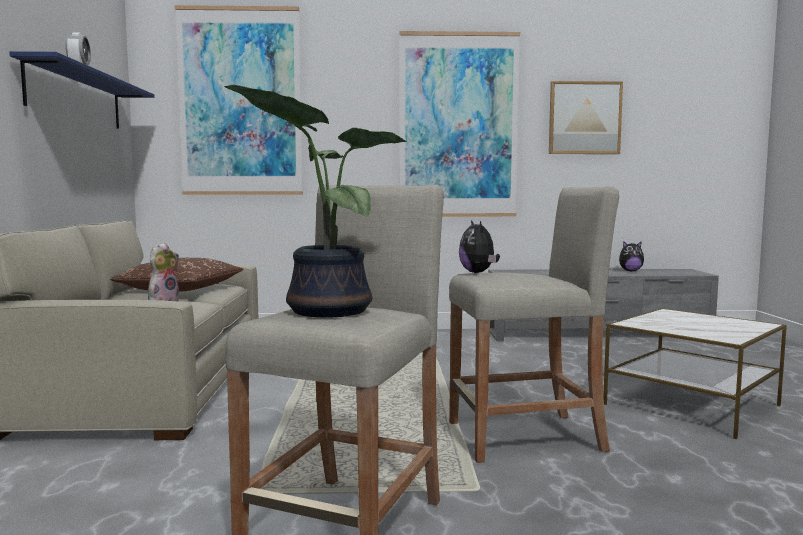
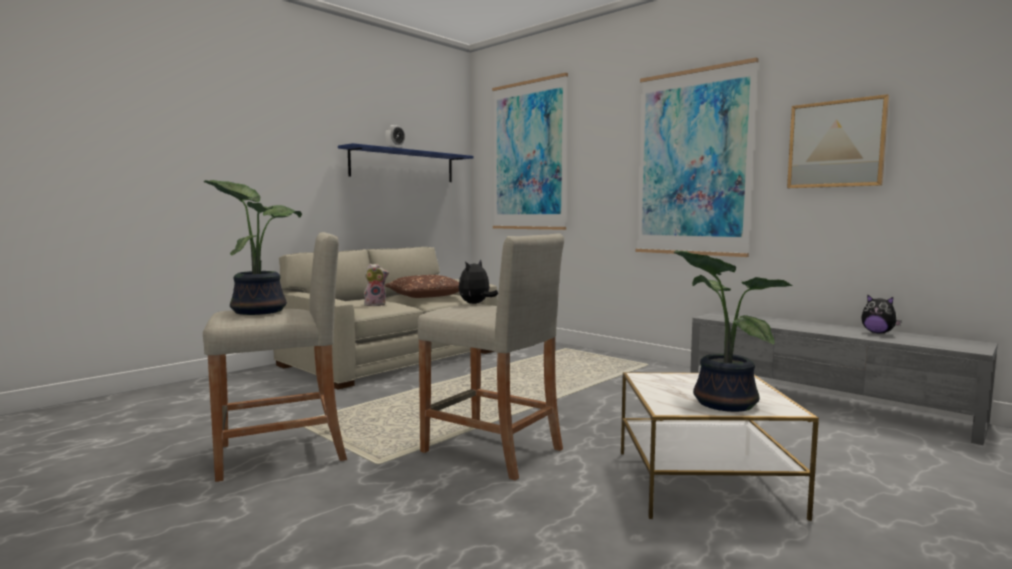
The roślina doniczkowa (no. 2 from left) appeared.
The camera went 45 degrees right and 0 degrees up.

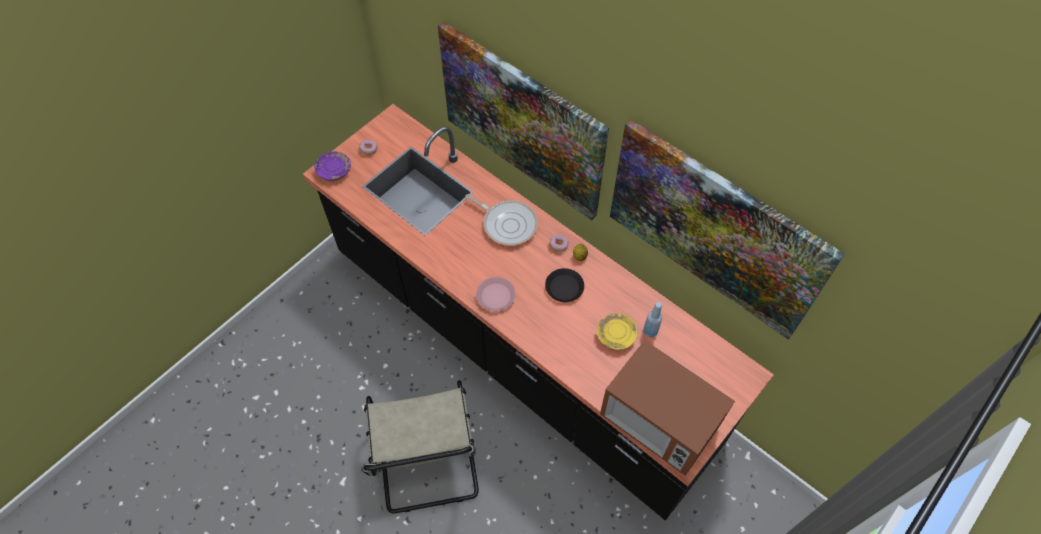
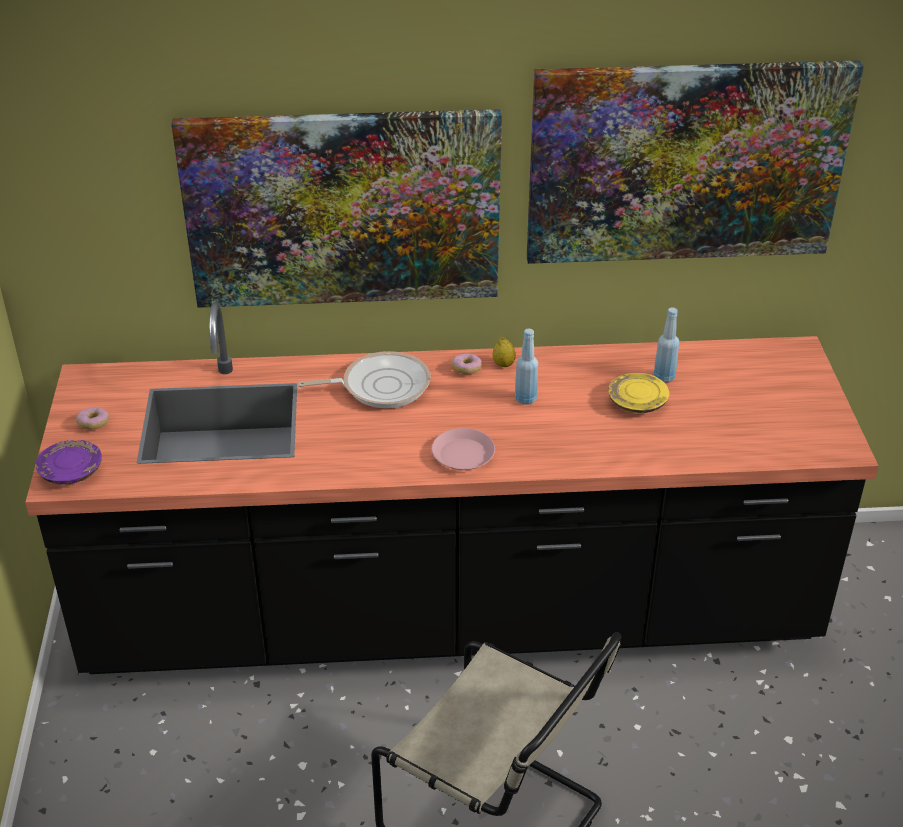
The talerz (czarny) was replaced by the butelka (niebieski) (no. 1 from left).
The mikrofalówka disappeared.
The camera went 45 degrees left and 20 degrees down.

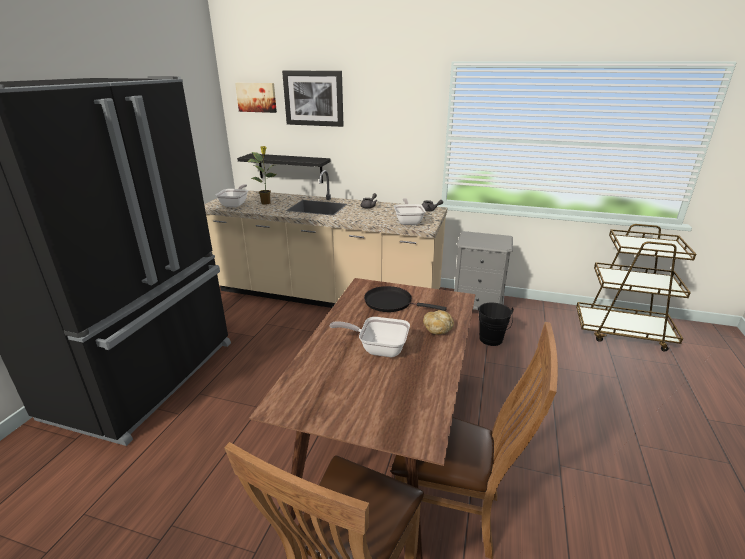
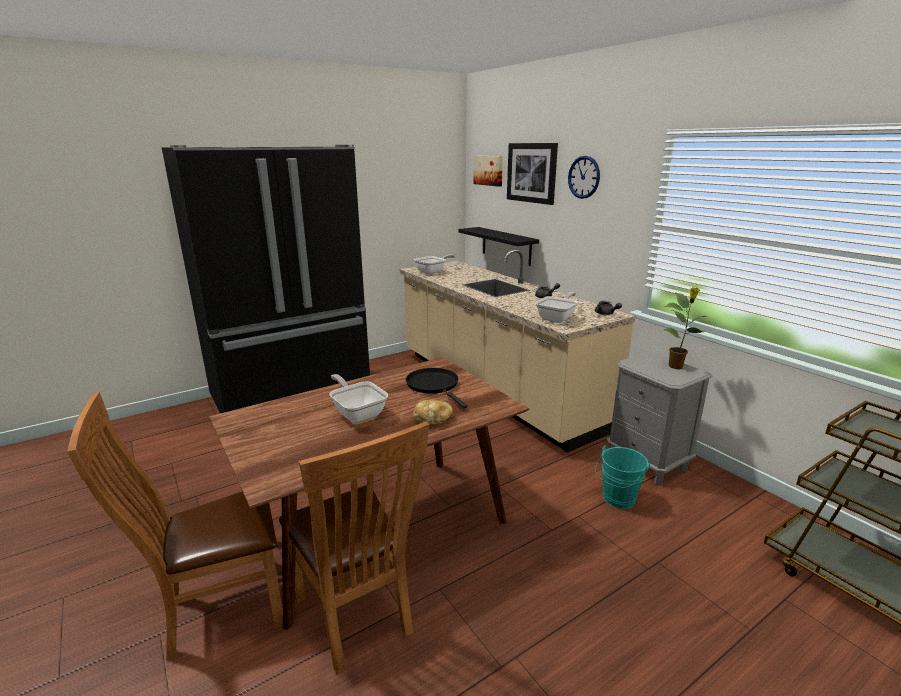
The roślina doniczkowa moved.
The wiadro (czarny) became the wiadro (turkusowy).
The zegar ścienny appeared.
The camera went 40 degrees right and 5 degrees down.

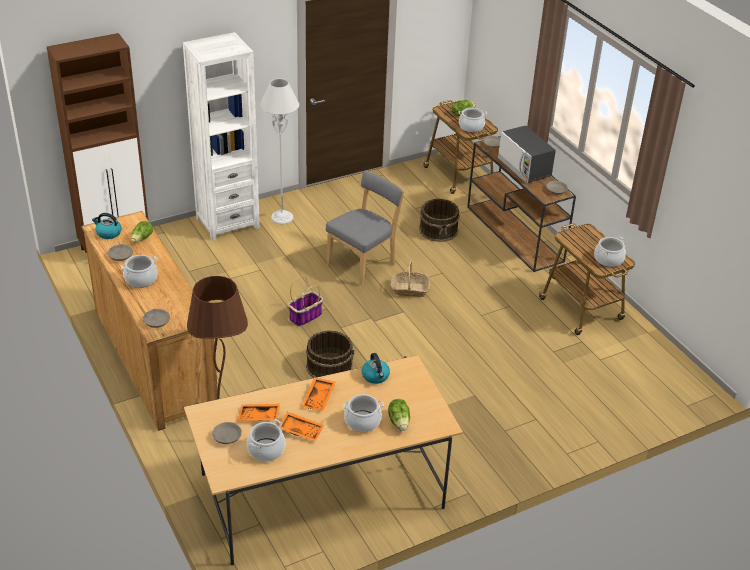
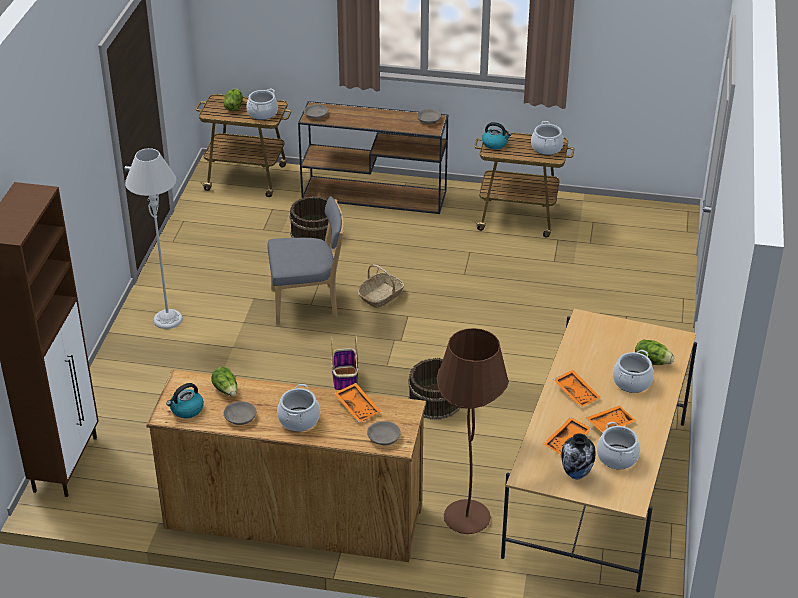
The regał (biały) disappeared.
The miska (szary) (no. 3 from left) was replaced by the wazon.
The krzesło (szary) turned 90 degrees clockwise.
The czajnik (no. 2 from left) moved.
The mikrofalówka disappeared.
The taca (pomarańczowy) (no. 1 from left) appeared.
The camera went 50 degrees left and 0 degrees up.

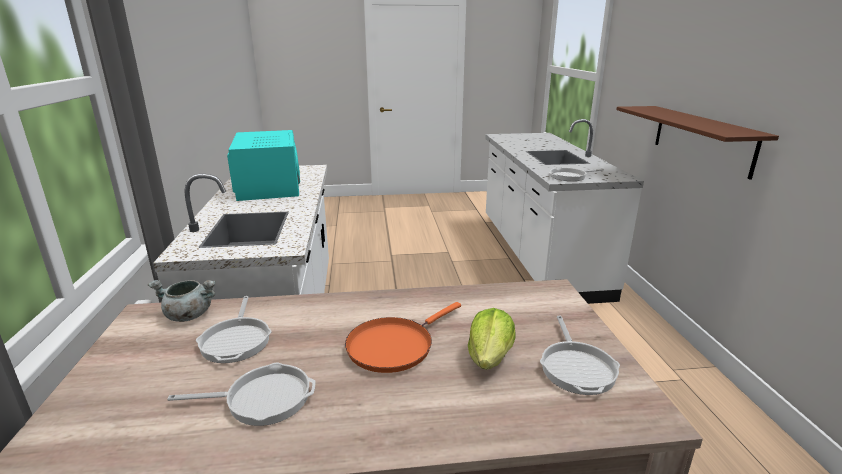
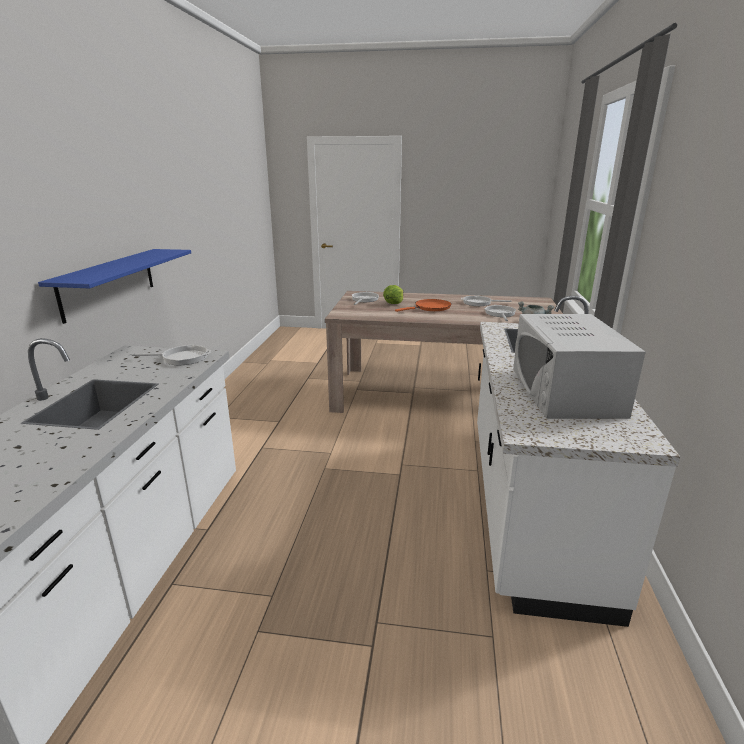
The mikrofalówka (turkusowy) became the mikrofalówka (biały).
The półka (brązowy) became the półka (niebieski).
The camera went 165 degrees left and 0 degrees up.

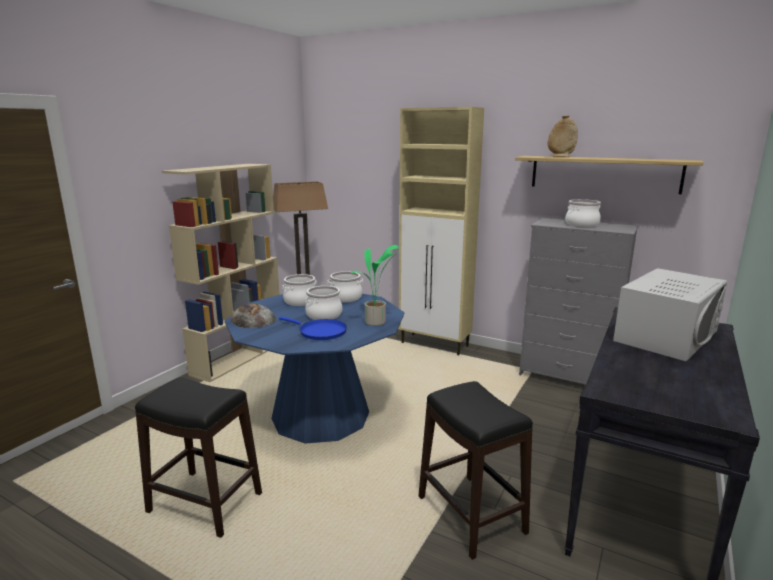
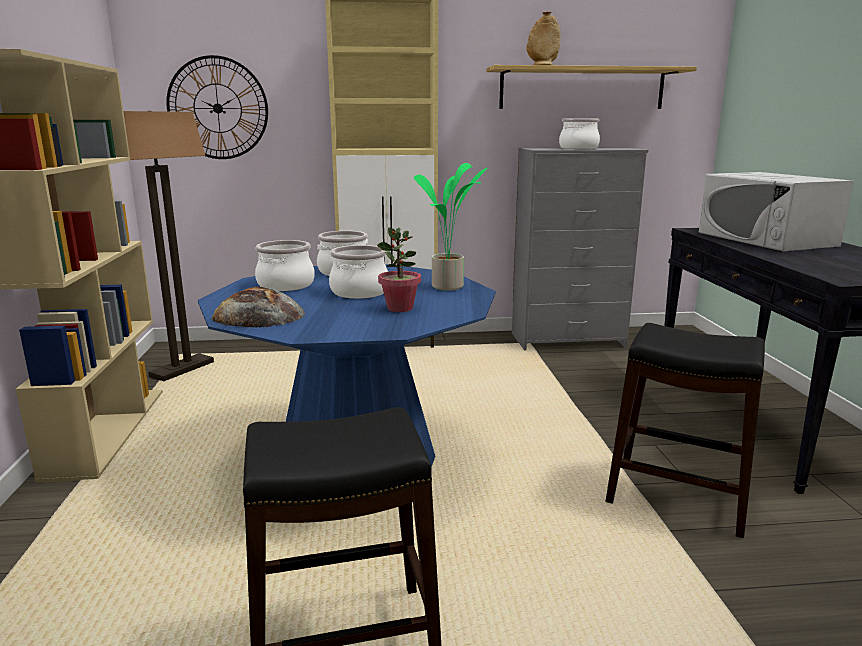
The patelnia (niebieski) was replaced by the roślina doniczkowa (no. 1 from left).
The mikrofalówka (biały) turned 150 degrees clockwise.
The zegar ścienny appeared.
The camera went 35 degrees left and 0 degrees up.

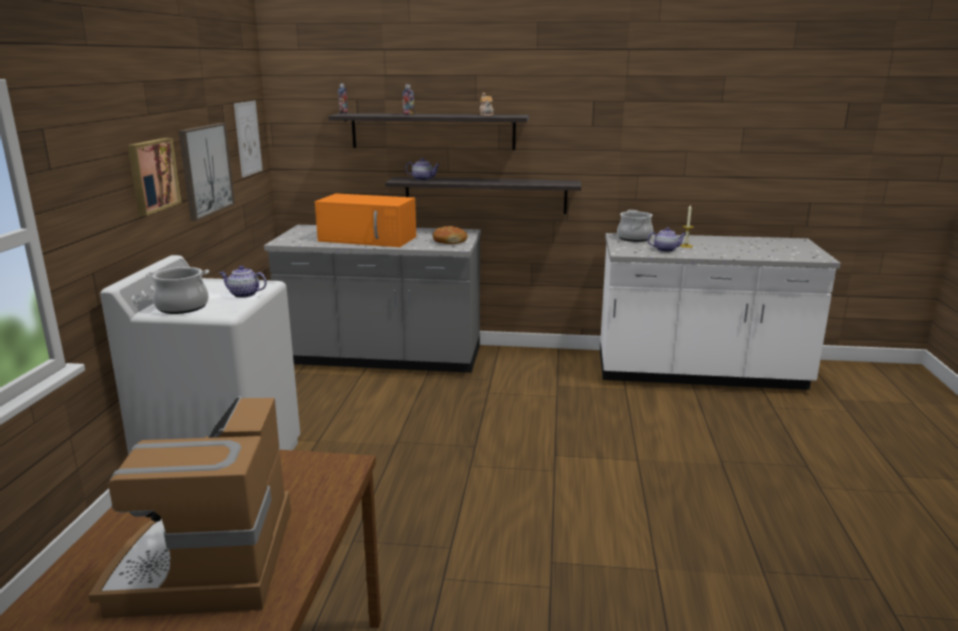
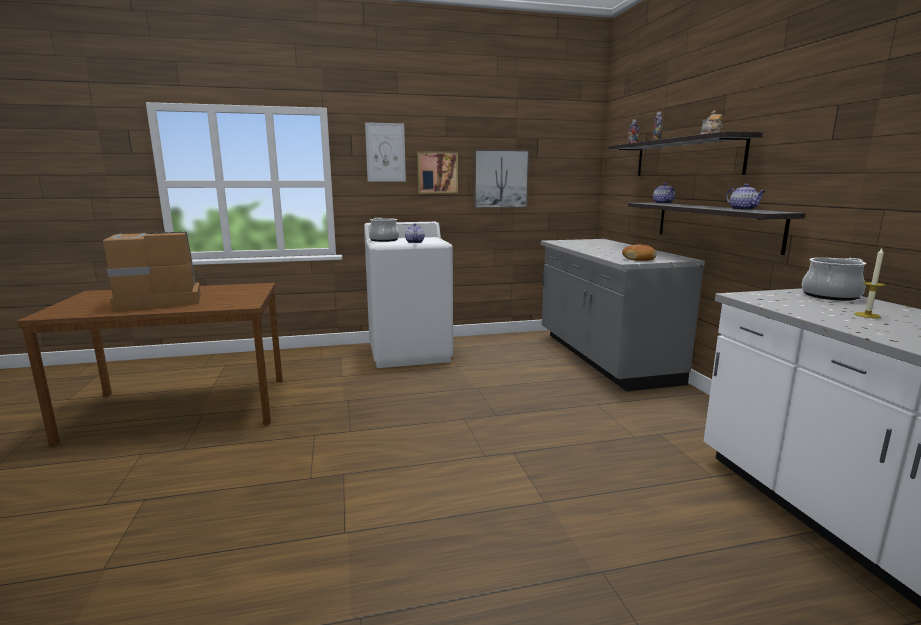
The obraz (no. 3 from left in the first image) moved.
The mikrofalówka (pomarańczowy) disappeared.
The imbryk (no. 4 from left) moved.
The camera went 70 degrees right and 5 degrees down.

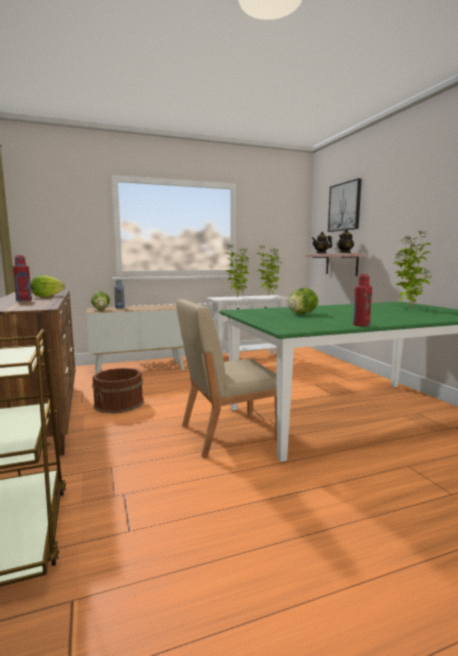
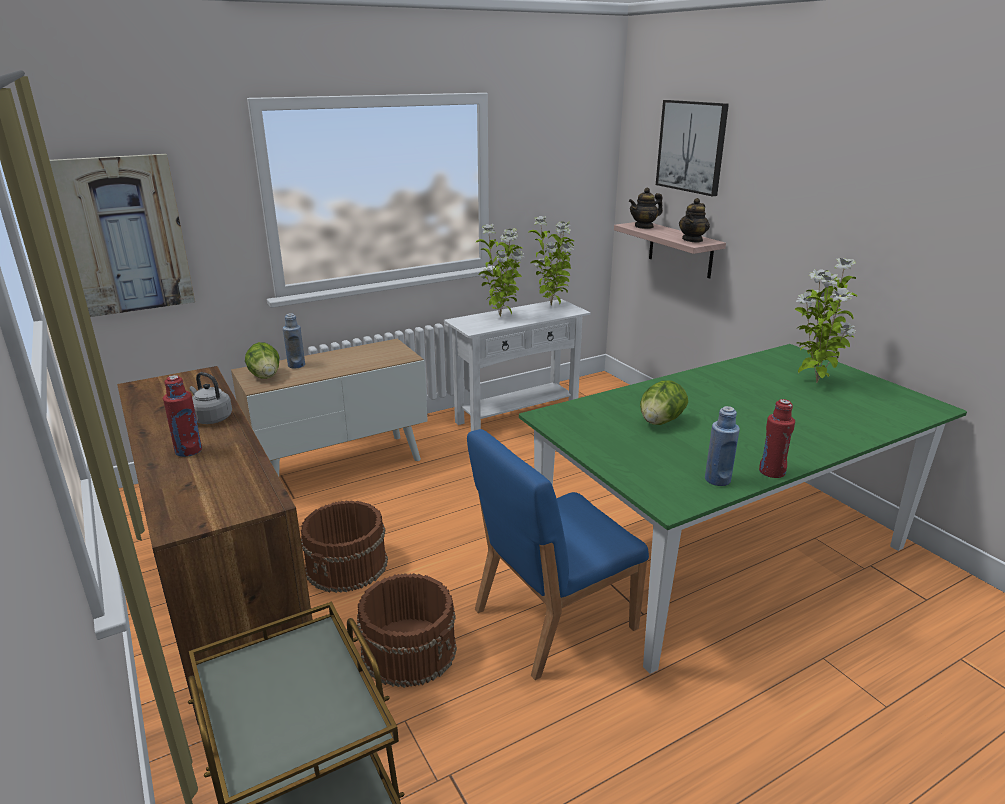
The sałata (no. 1 from left) was replaced by the czajnik (szary).
The krzesło (beżowy) became the krzesło (niebieski).
The obraz (no. 1 from left) appeared.
The wiadro (brązowy) (no. 2 from left) appeared.
The butelka (niebieski) (no. 2 from left) appeared.
The camera went 10 degrees left and 15 degrees up.

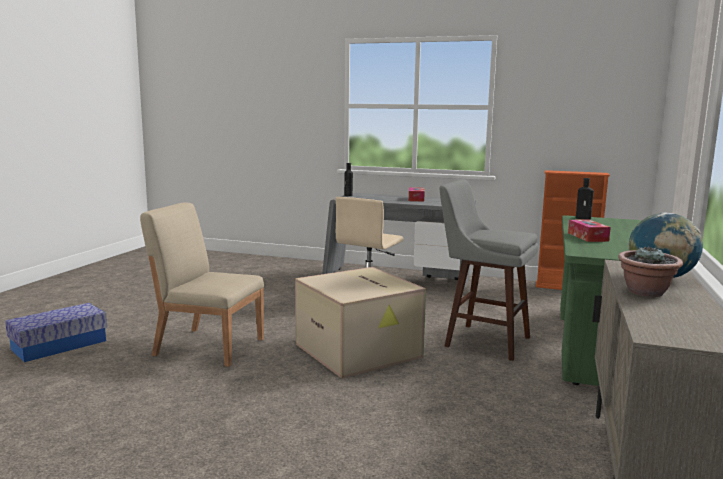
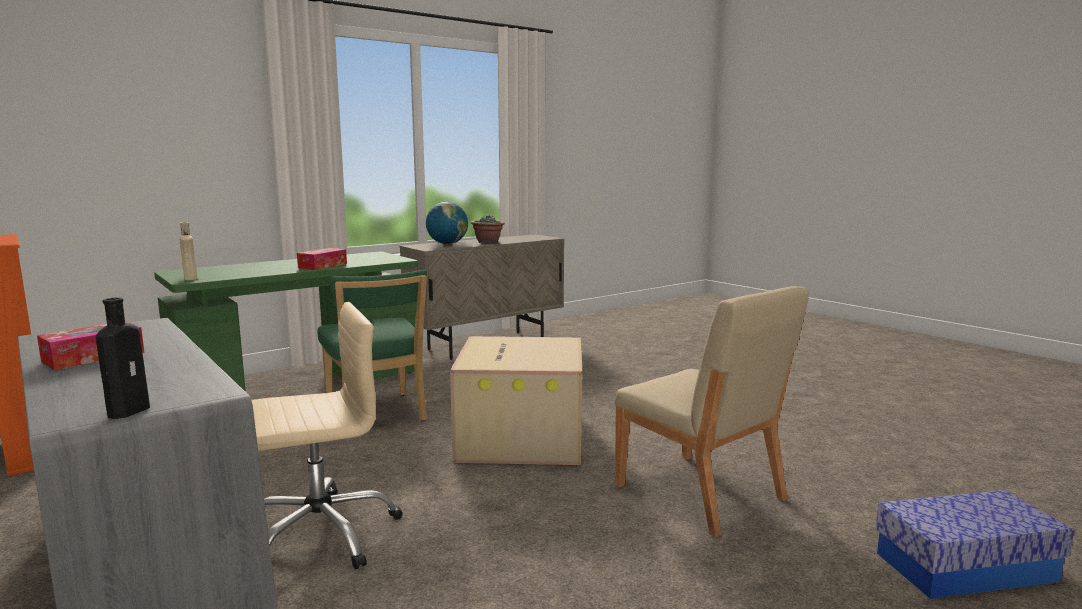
The stołek (szary) was replaced by the krzesło (zielony).
The butelka (czarny) (no. 2 from left) became the butelka (beżowy).
The camera went 145 degrees left and 0 degrees up.

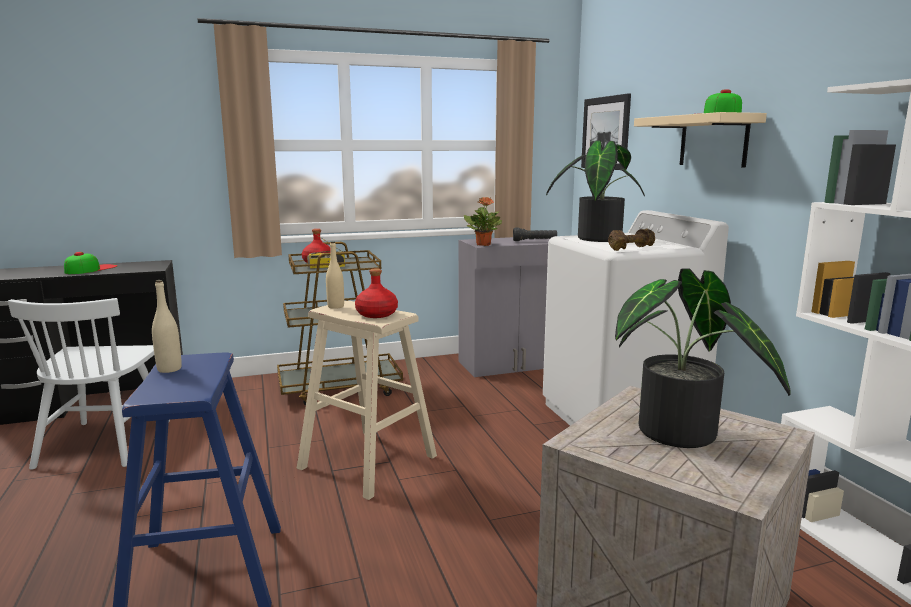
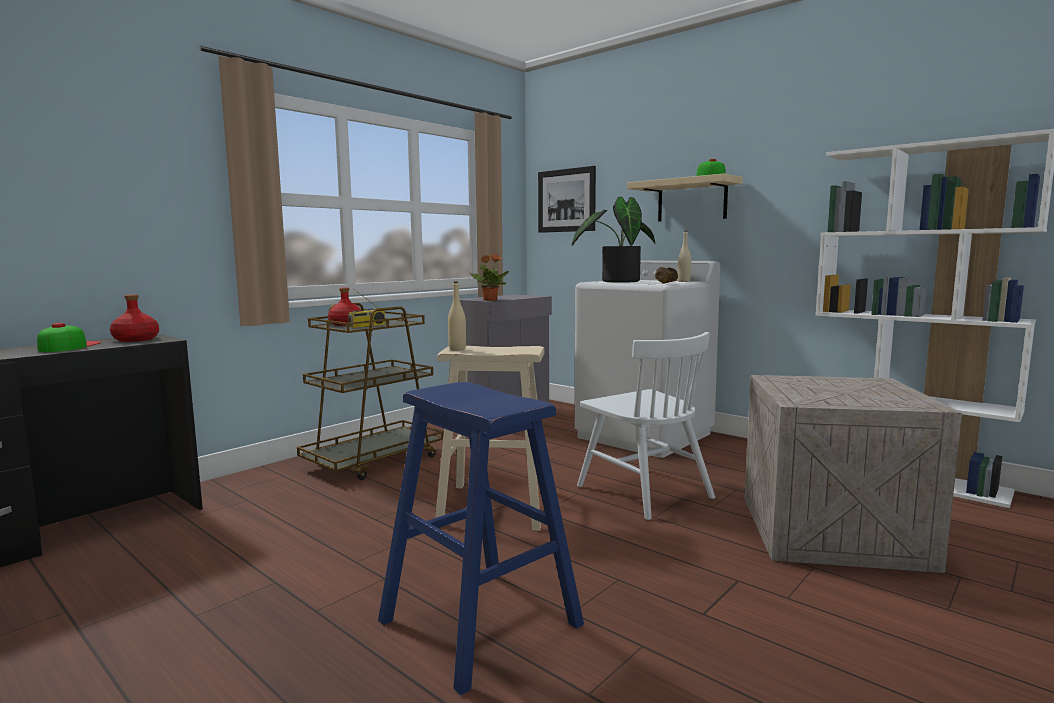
The krzesło (biały) moved.
The butelka (beżowy) (no. 1 from left in the first image) moved.
The butelka (czerwony) (no. 2 from left in the first image) moved.
The latarka (czarny) disappeared.
The roślina doniczkowa (no. 3 from left) disappeared.
The camera went 30 degrees left and 5 degrees down.

